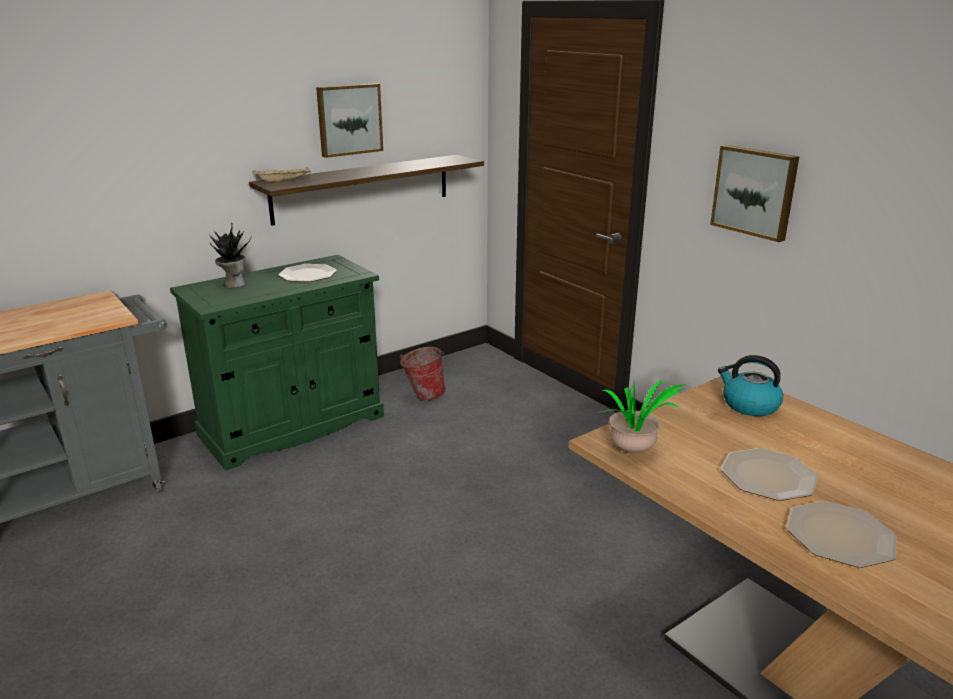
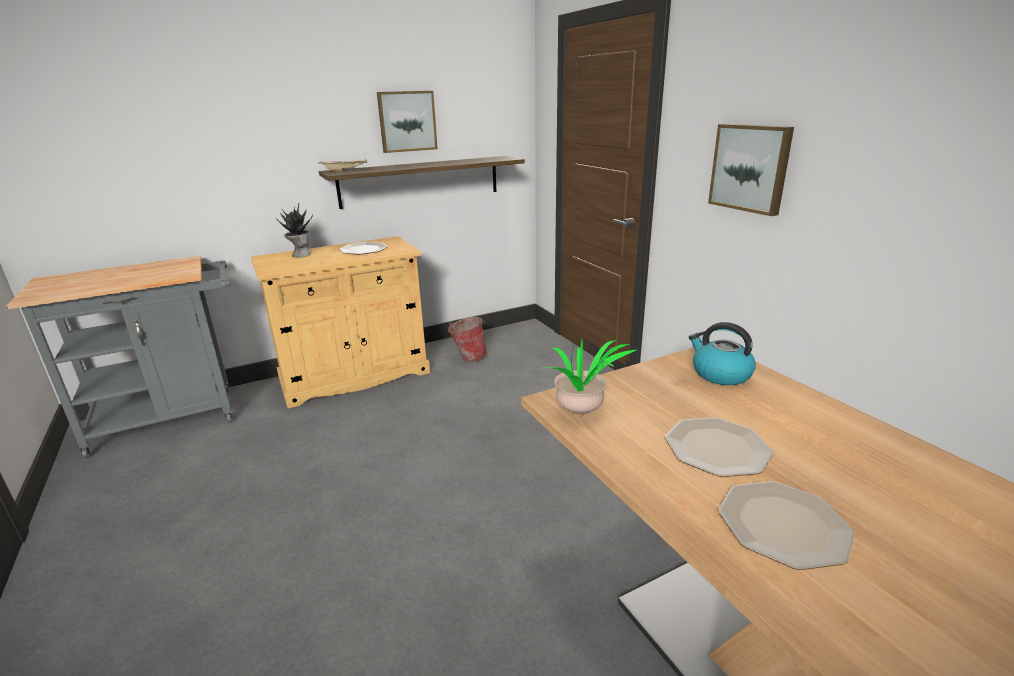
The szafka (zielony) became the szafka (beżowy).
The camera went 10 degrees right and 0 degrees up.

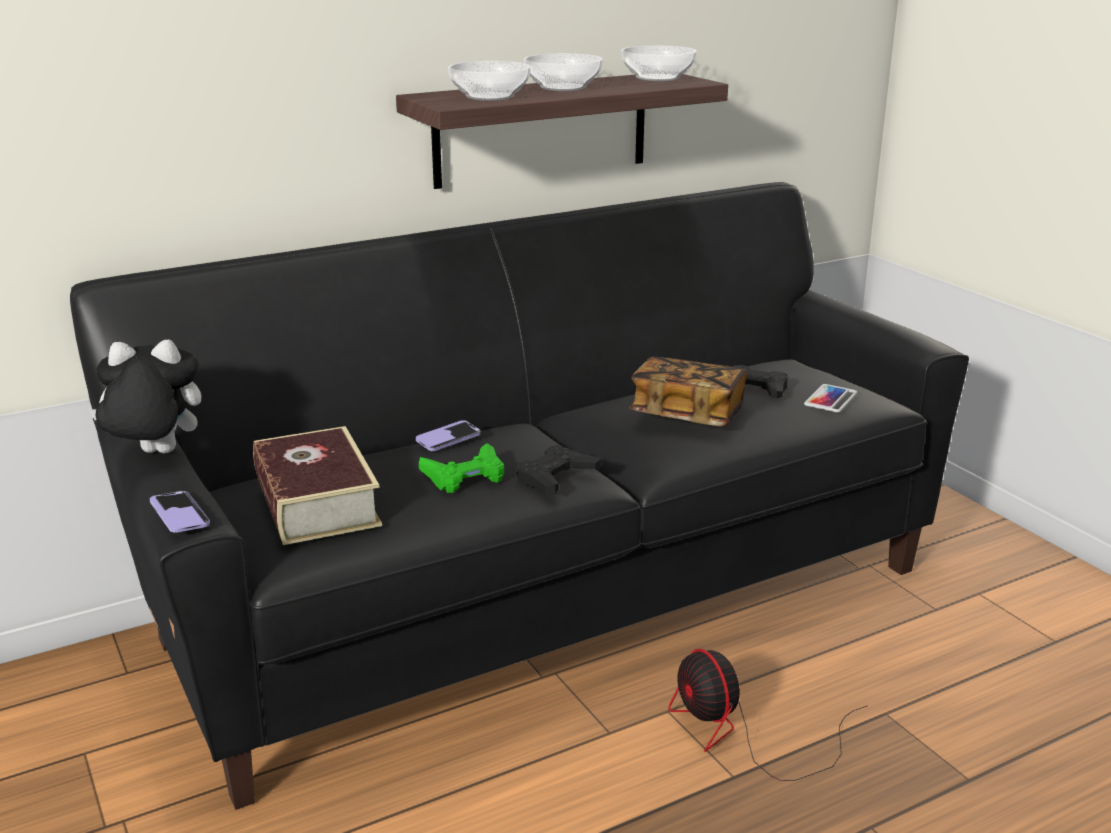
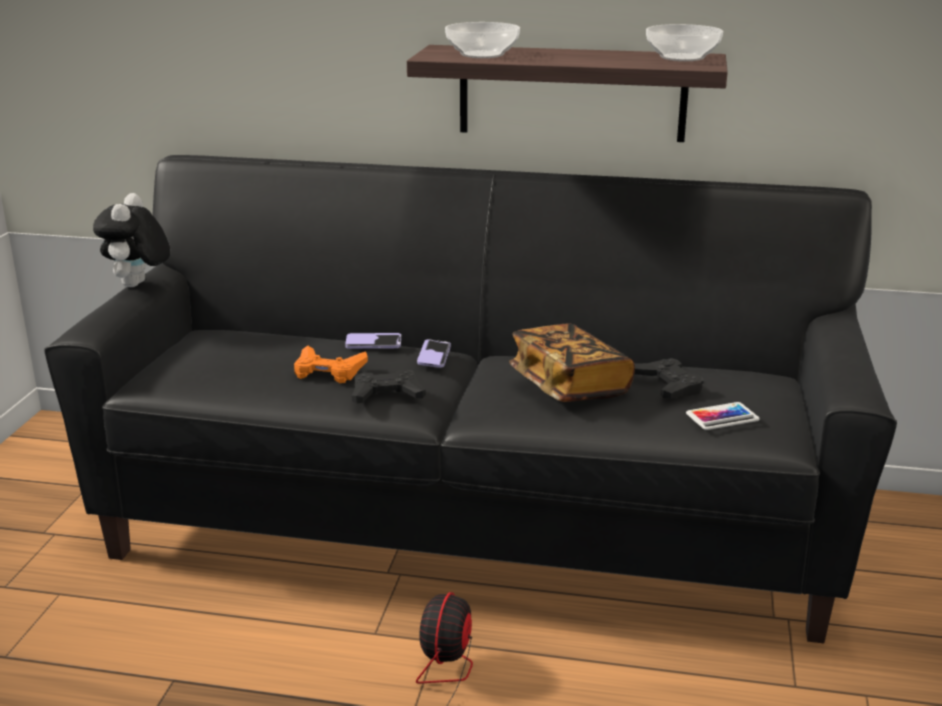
The pluszak turned 120 degrees counterclockwise.
The telefon (no. 1 from left in the first image) moved.
The książka (no. 1 from left) disappeared.
The pad do gier (zielony) became the pad do gier (pomarańczowy).
The miska (no. 2 from left) disappeared.
The camera went 40 degrees right and 0 degrees up.

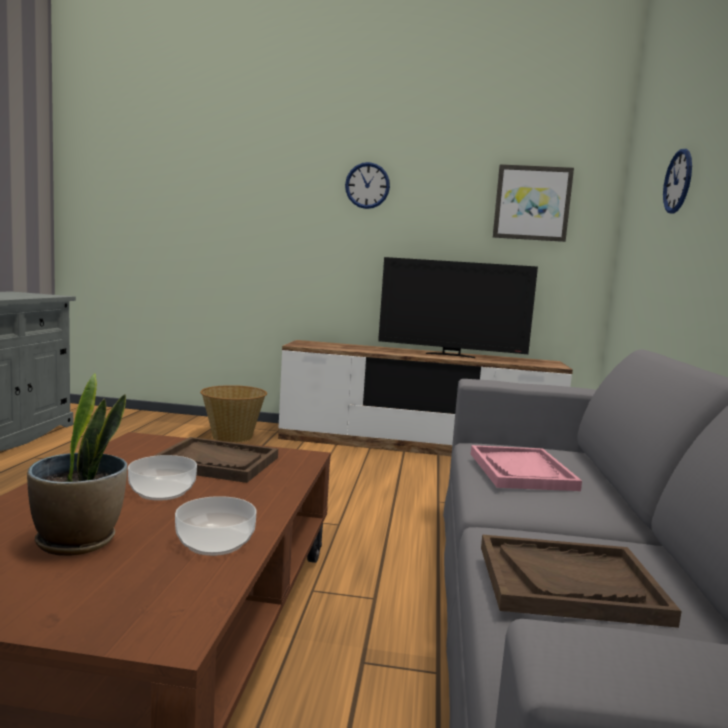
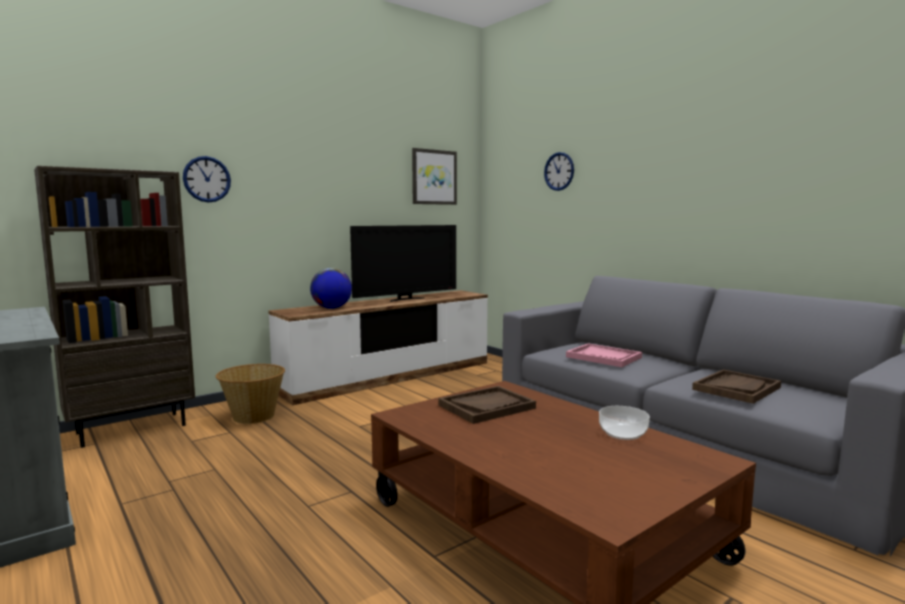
The roślina doniczkowa disappeared.
The miska (no. 1 from left) disappeared.
The zegar ścienny (no. 1 from left) moved.
The regał (brązowy) appeared.
The globus appeared.
The camera went 45 degrees left and 0 degrees up.

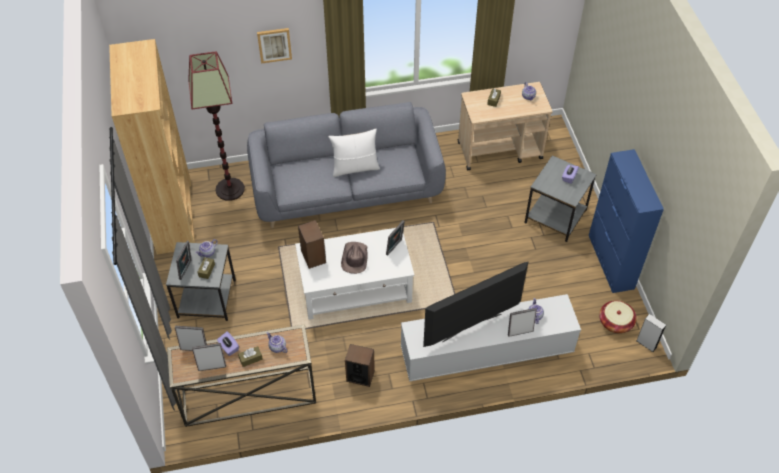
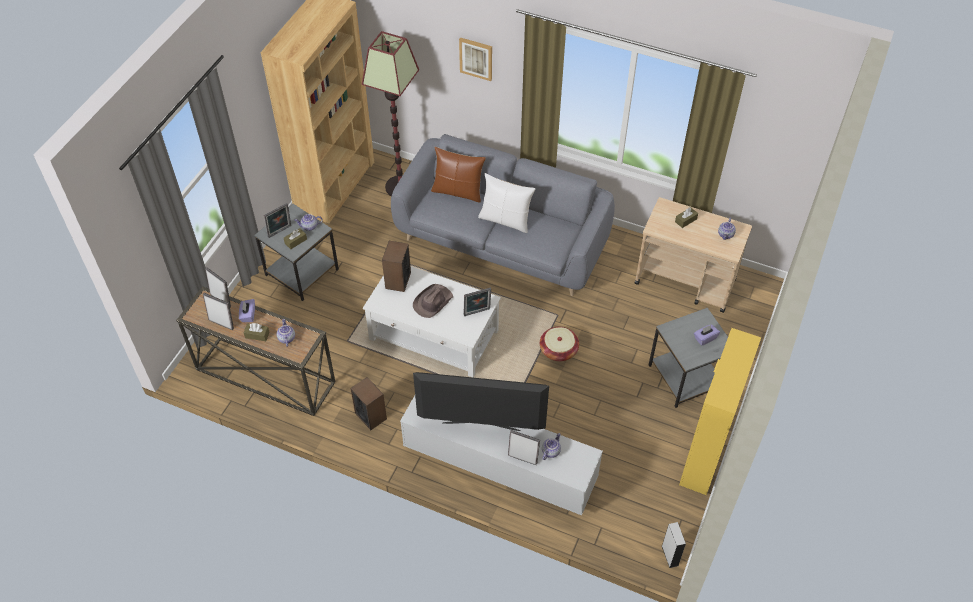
The szafka (niebieski) became the szafka (żółty).
The koszyk moved.
The poduszka (brązowy) appeared.
The camera went 35 degrees right and 0 degrees up.

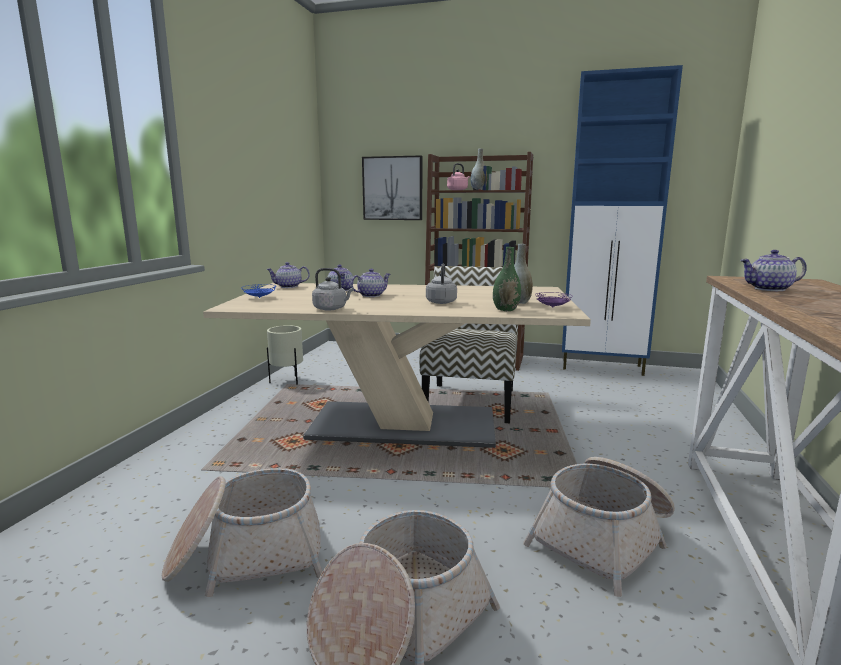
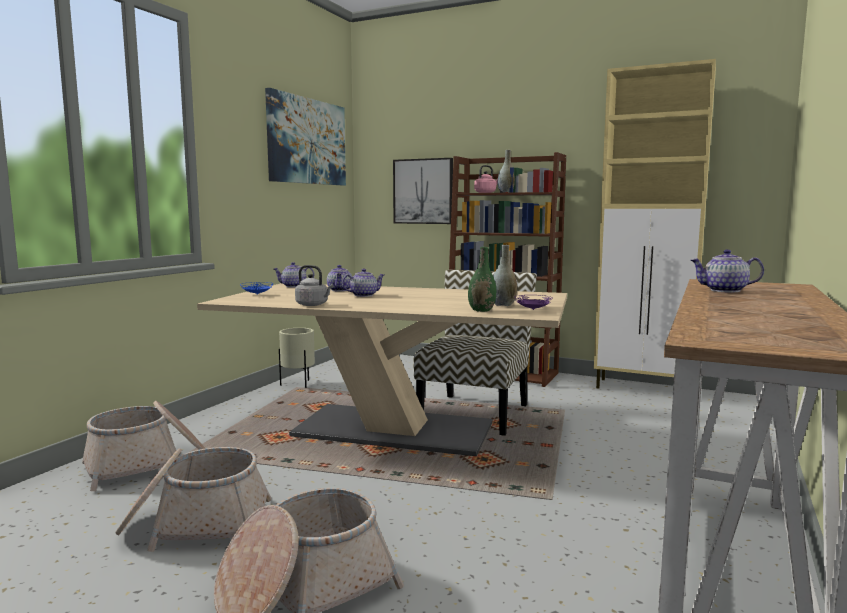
The czajnik (szary) (no. 2 from left) disappeared.
The koszyk (no. 3 from left in the first image) moved.
The szafka (niebieski) became the szafka (beżowy).
The obraz (no. 1 from left) appeared.
The camera went 10 degrees right and 5 degrees down.

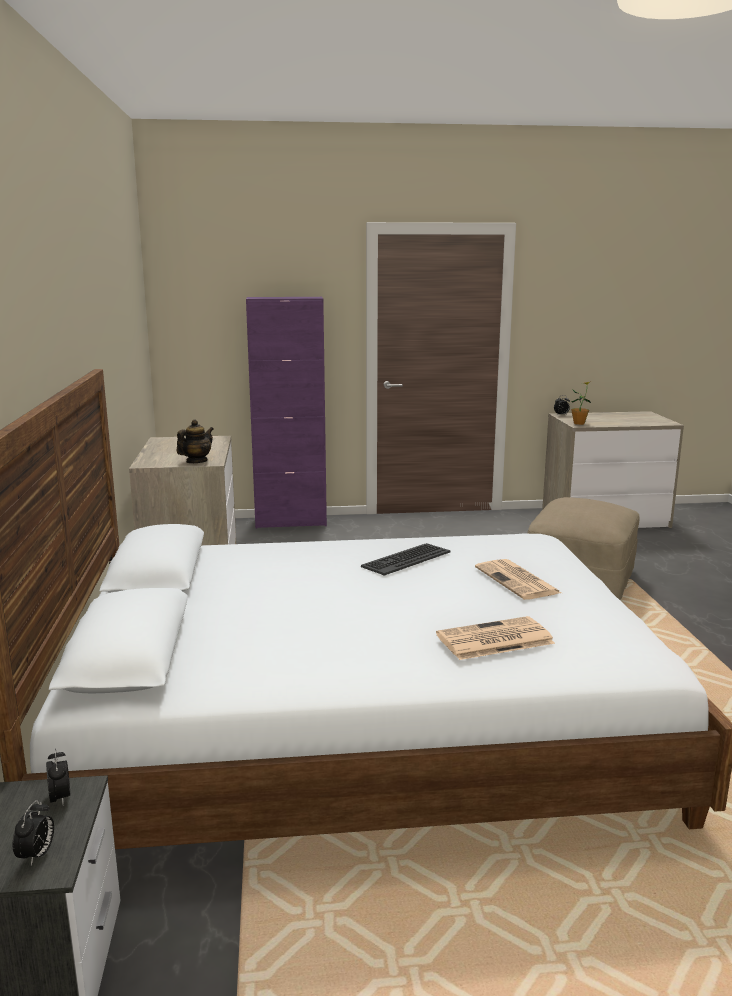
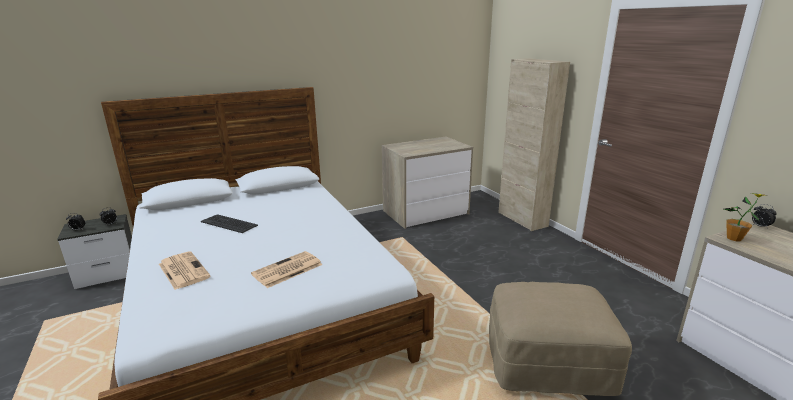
The imbryk disappeared.
The szafka (fioletowy) became the szafka (beżowy).
The klawiatura moved.
The camera went 70 degrees right and 5 degrees up.

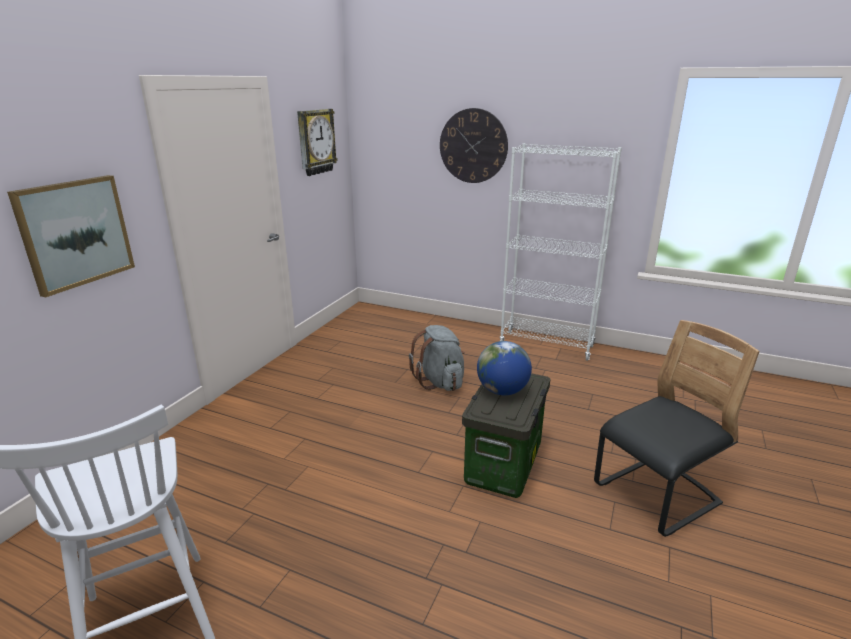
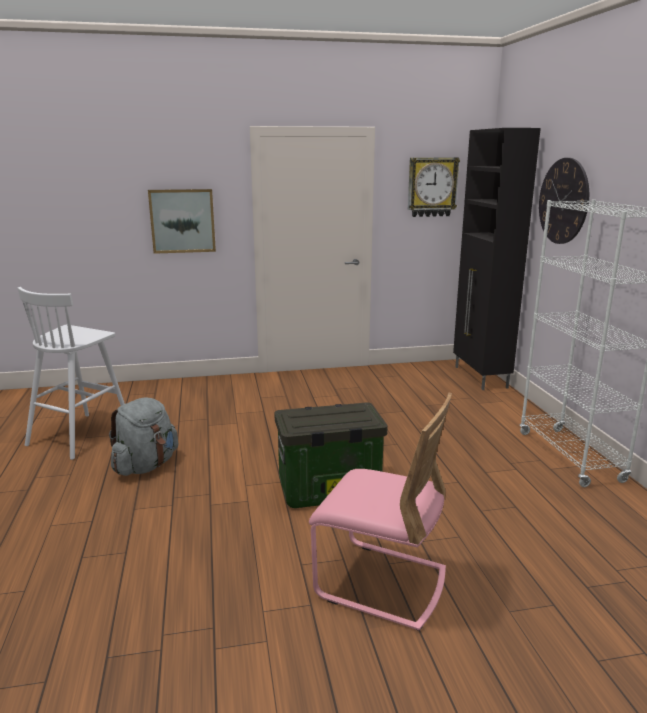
The plecak (szary) moved.
The globus disappeared.
The krzesło (czarny) became the krzesło (różowy).
The szafka (czarny) appeared.
The camera went 55 degrees right and 5 degrees down.

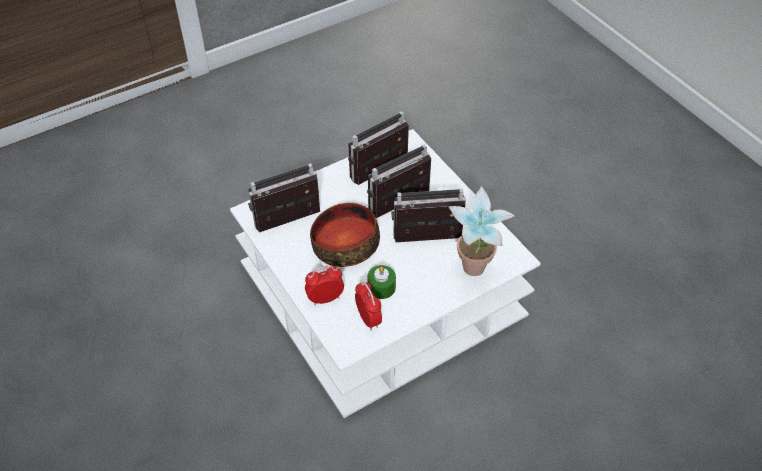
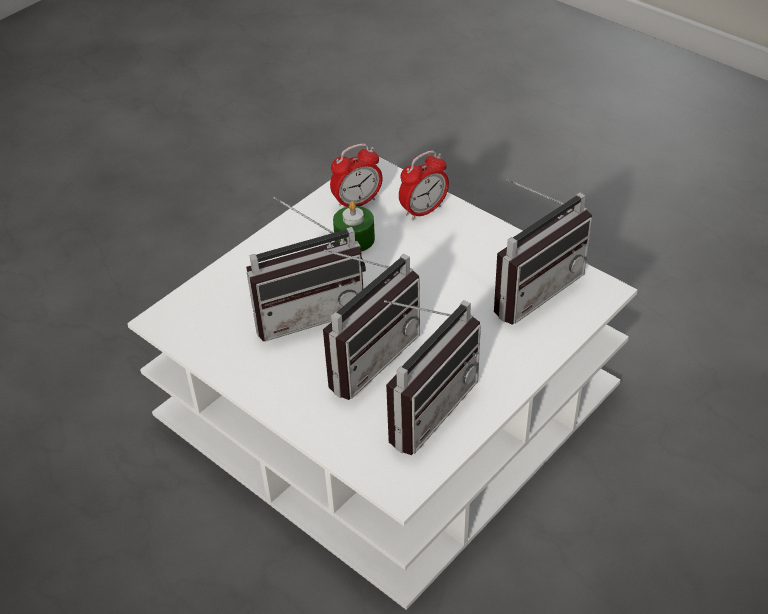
The miska disappeared.
The budzik (no. 2 from left in the first image) turned 75 degrees counterclockwise.
The roślina doniczkowa disappeared.
The camera went 165 degrees right and 5 degrees down.

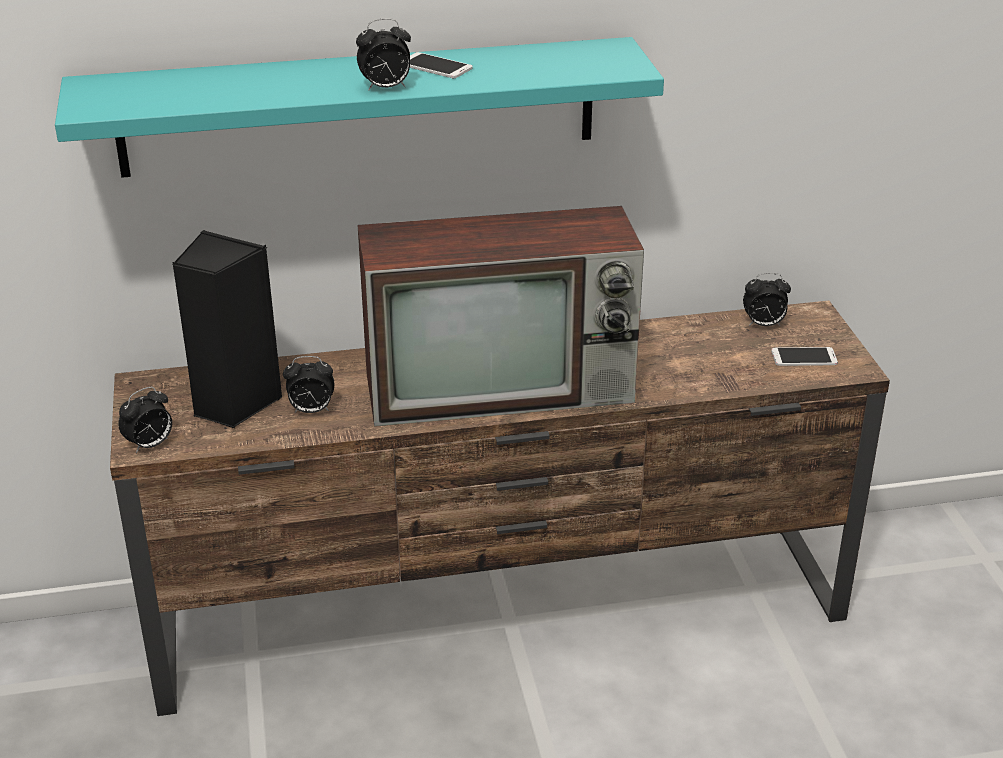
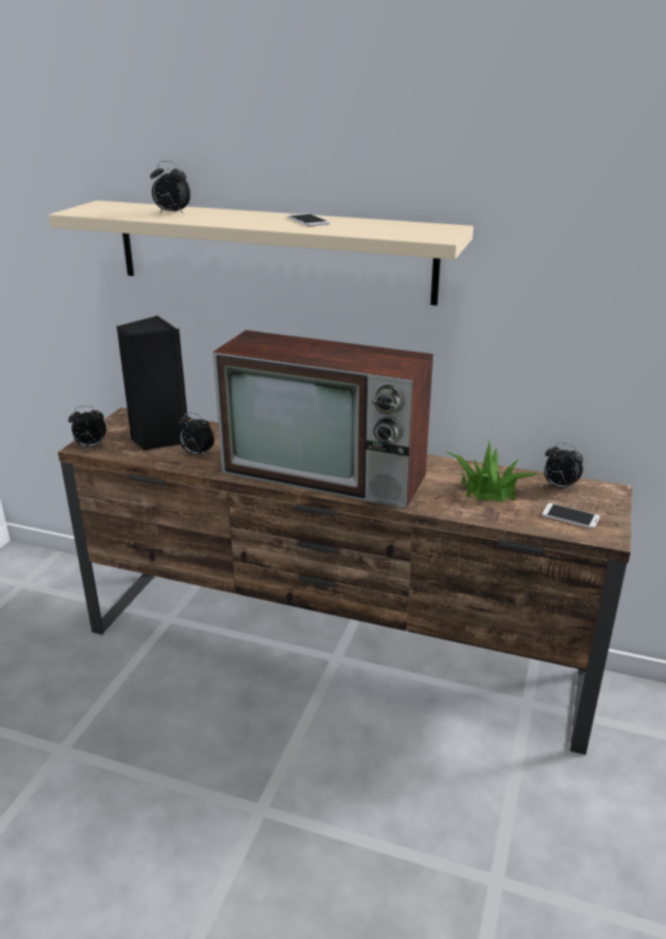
The półka (turkusowy) became the półka (beżowy).
The budzik (no. 3 from left in the first image) moved.
The roślina doniczkowa appeared.
The camera went 30 degrees right and 5 degrees down.

